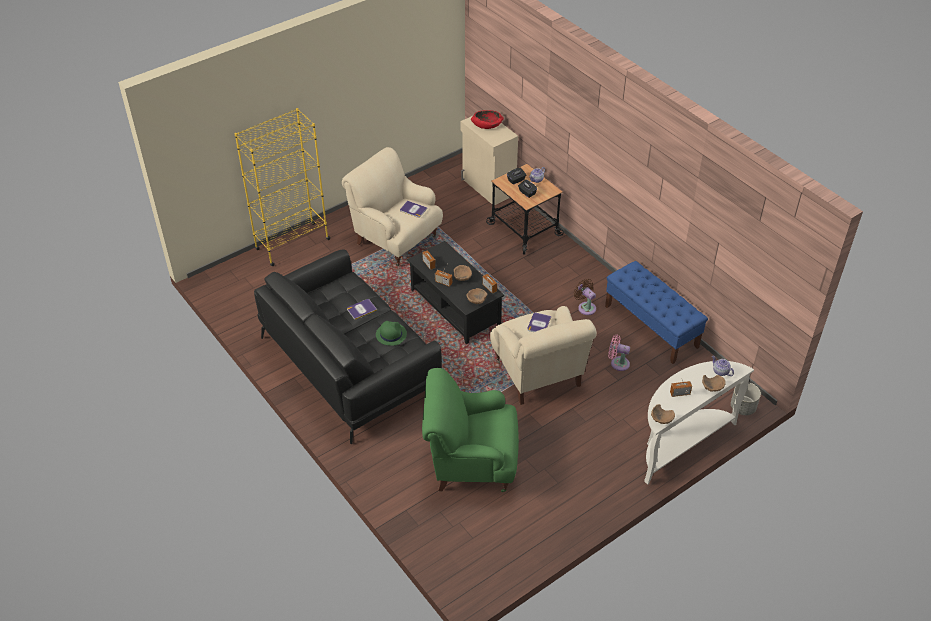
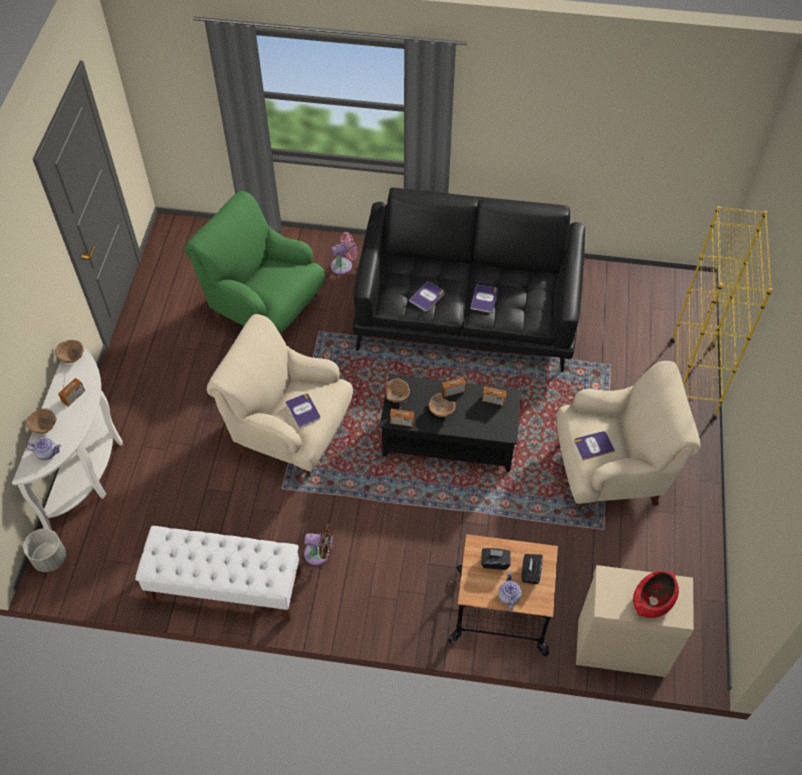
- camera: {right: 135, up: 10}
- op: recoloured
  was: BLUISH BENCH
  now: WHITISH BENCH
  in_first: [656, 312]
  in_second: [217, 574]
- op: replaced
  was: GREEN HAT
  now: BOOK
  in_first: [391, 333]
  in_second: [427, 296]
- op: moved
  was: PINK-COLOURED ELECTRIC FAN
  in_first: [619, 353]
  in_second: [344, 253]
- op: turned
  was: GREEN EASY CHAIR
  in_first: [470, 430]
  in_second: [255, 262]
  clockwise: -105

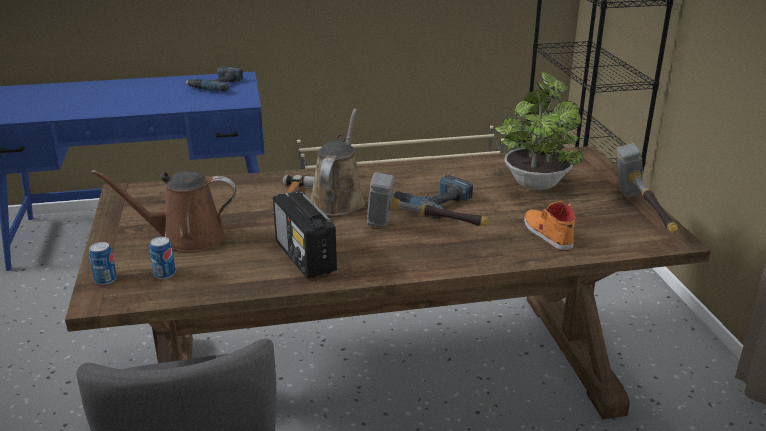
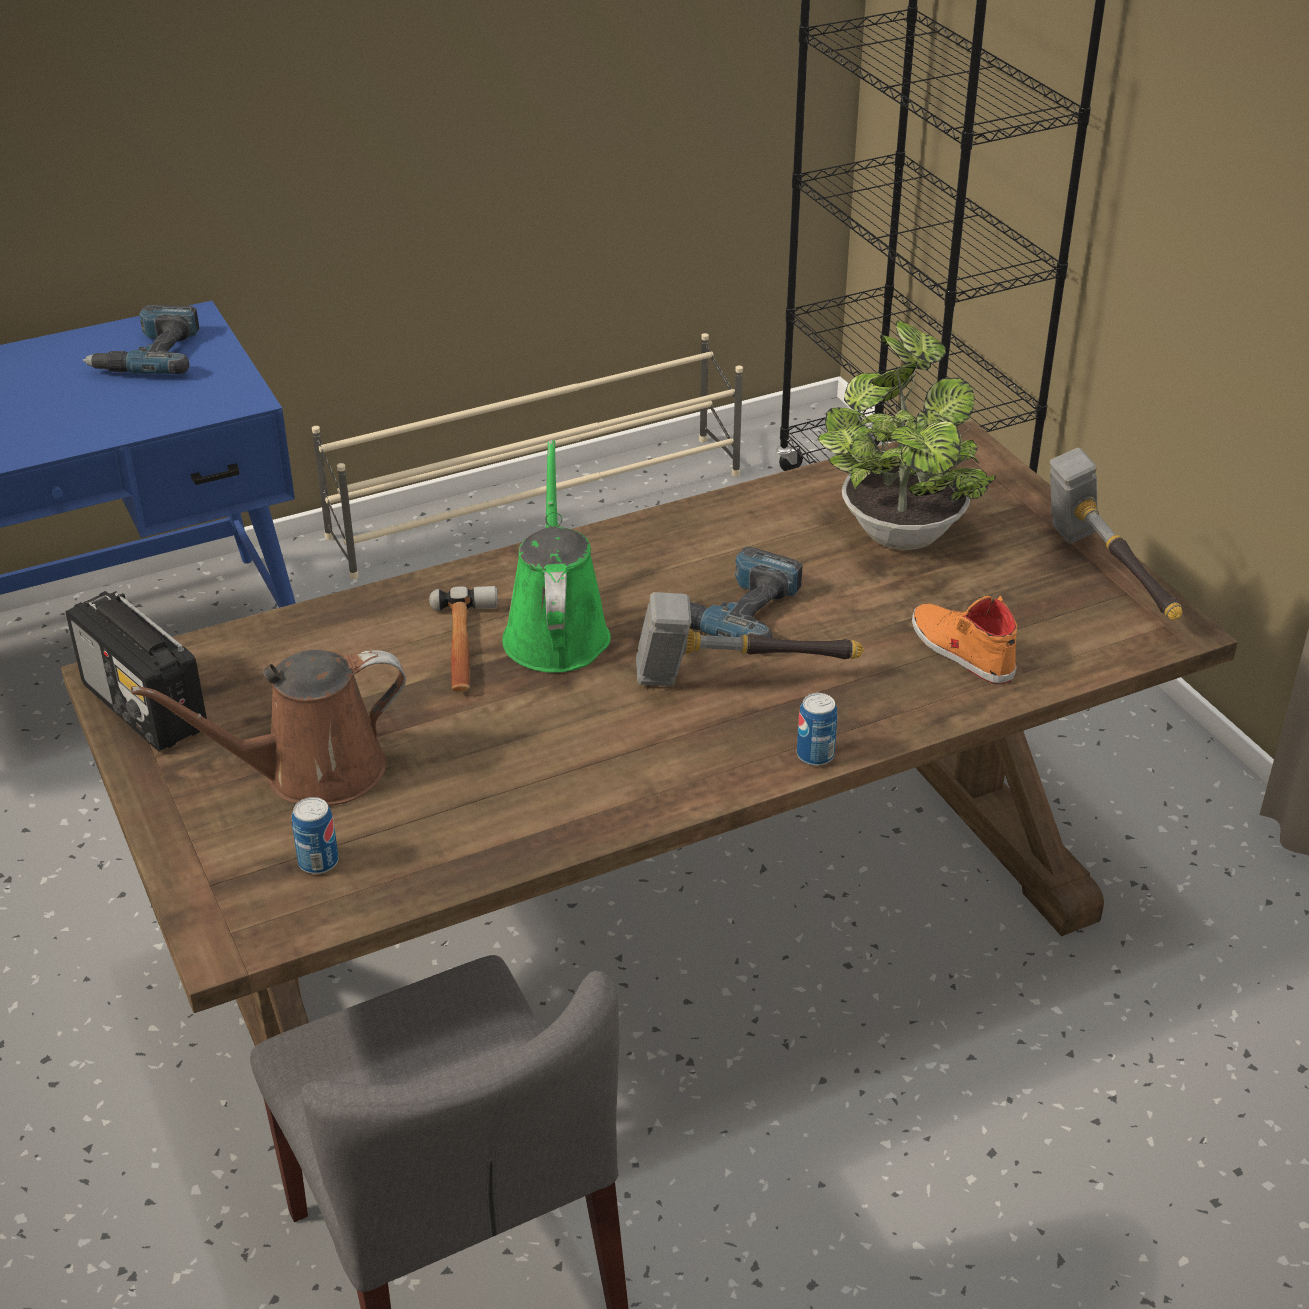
- camera: {right: -15, up: 10}
- op: recoloured
  was: BROWN-COLOURED SPRINKLING CAN
  now: GREEN SPRINKLING CAN
  in_first: [337, 162]
  in_second: [556, 556]
- op: moved
  was: RADIO RECEIVER
  in_first: [305, 234]
  in_second: [136, 671]
- op: moved
  was: CAN
  in_first: [103, 263]
  in_second: [817, 729]

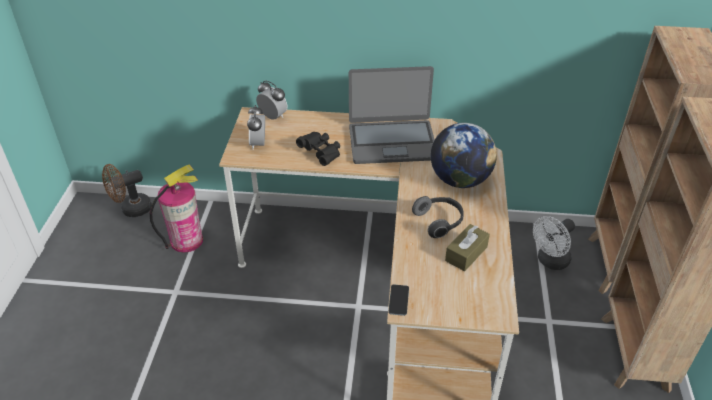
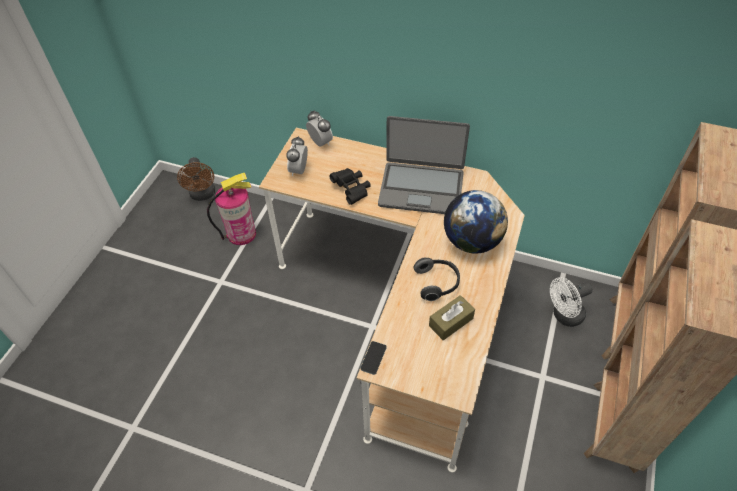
- camera: {right: 15, up: 10}
- op: turned
  was: BROWN-COLOURED ELECTRIC FAN
  in_first: [127, 190]
  in_second: [196, 179]
  clockwise: -90

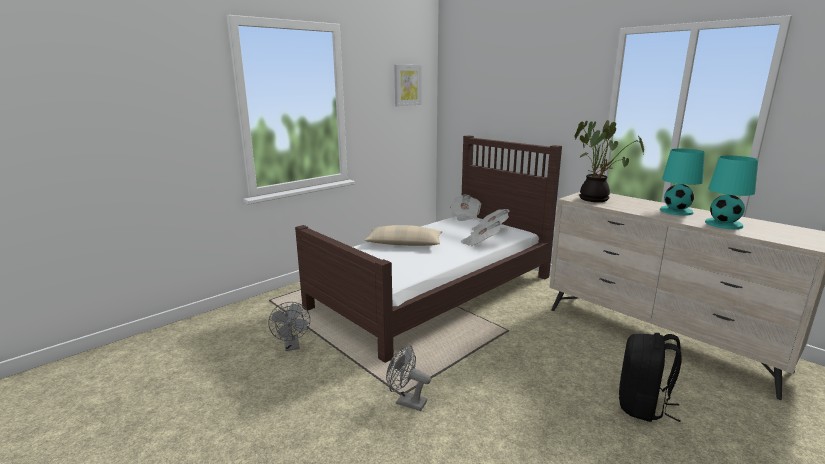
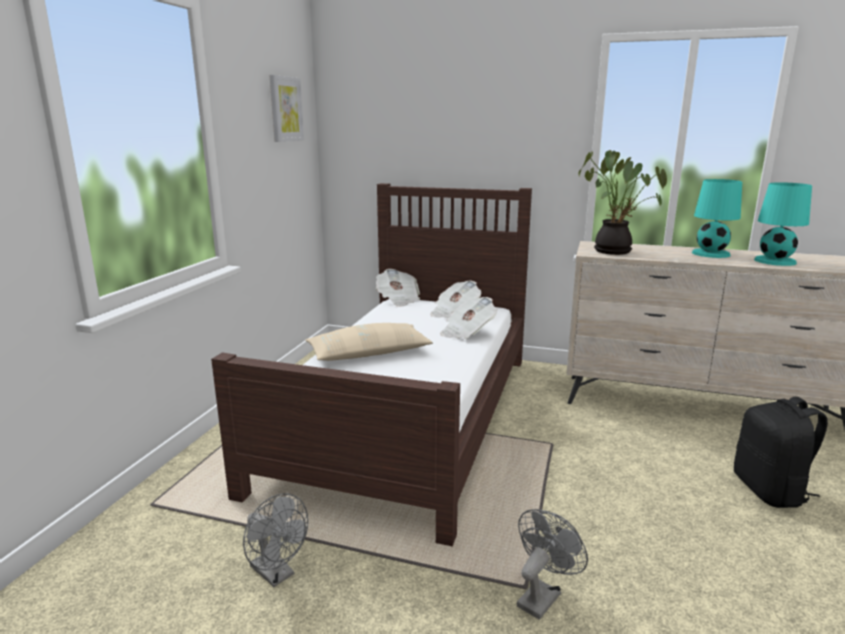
- camera: {right: -30, up: 0}
- op: turned
  was: GREY ELECTRIC FAN
  in_first: [408, 378]
  in_second: [552, 564]
  clockwise: 135

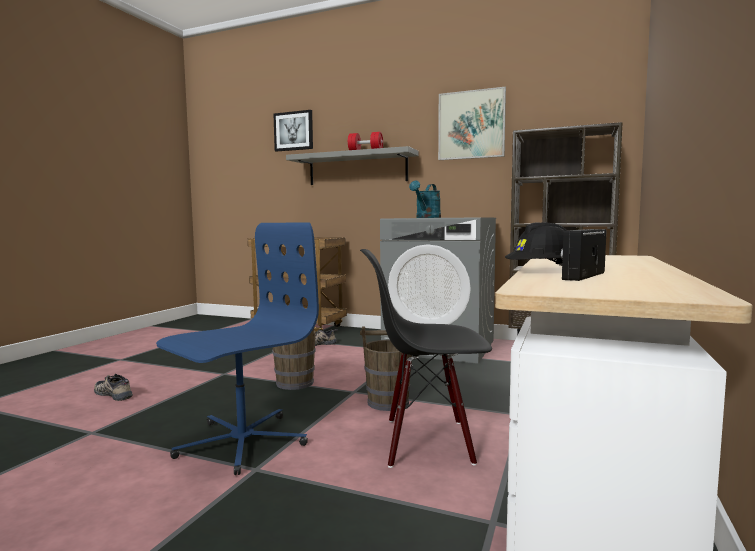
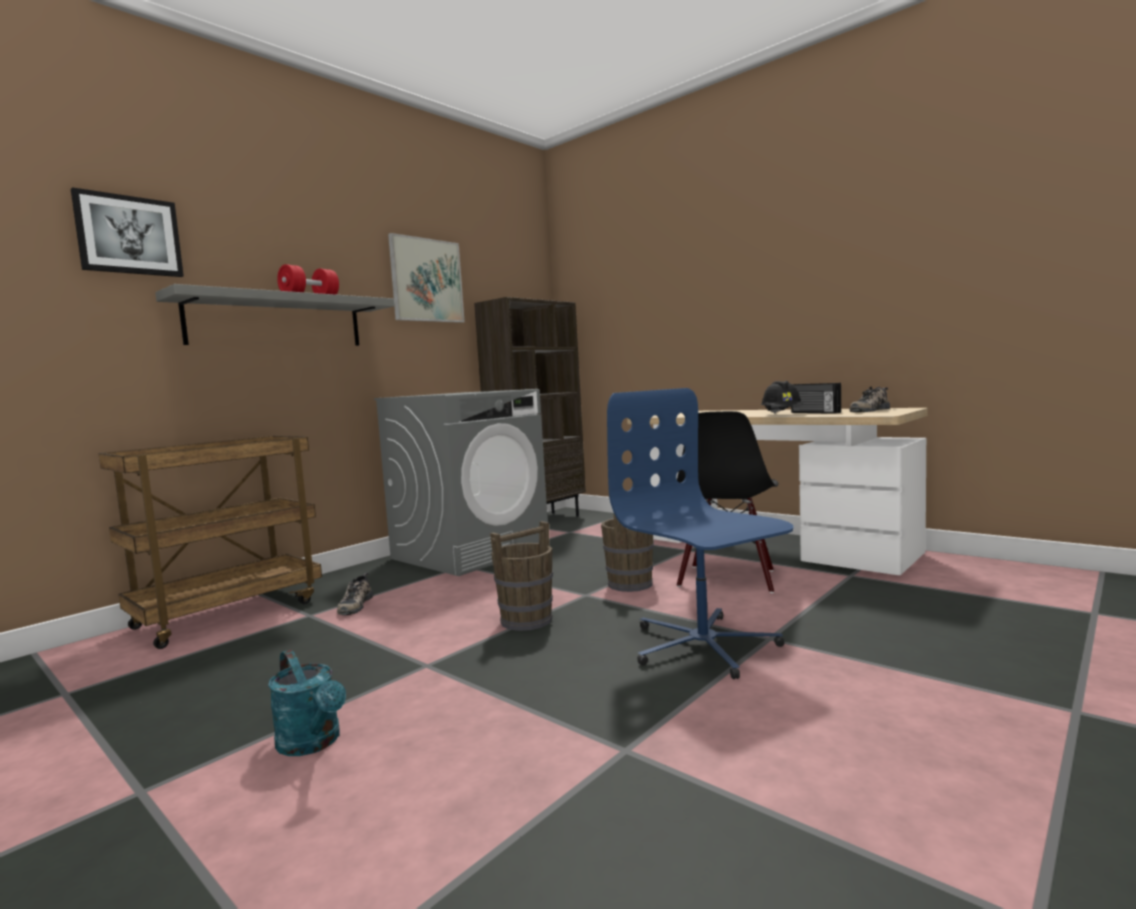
- camera: {right: -70, up: 0}
- op: moved
  was: BLUE-GREEN SPRINKLING CAN
  in_first: [425, 199]
  in_second: [307, 702]
- op: moved
  was: SHOE
  in_first: [113, 387]
  in_second: [870, 399]

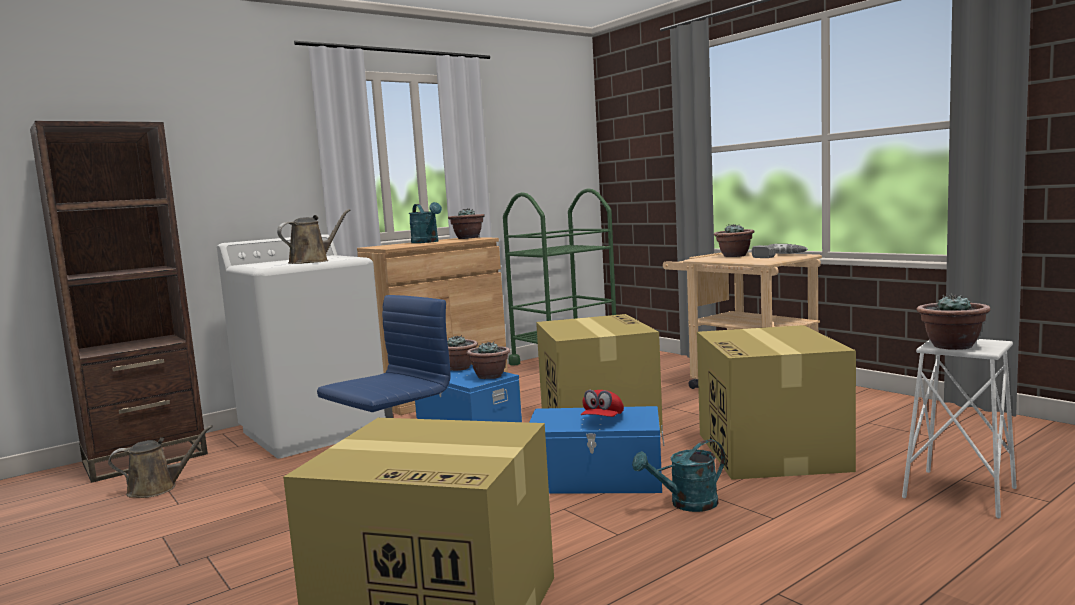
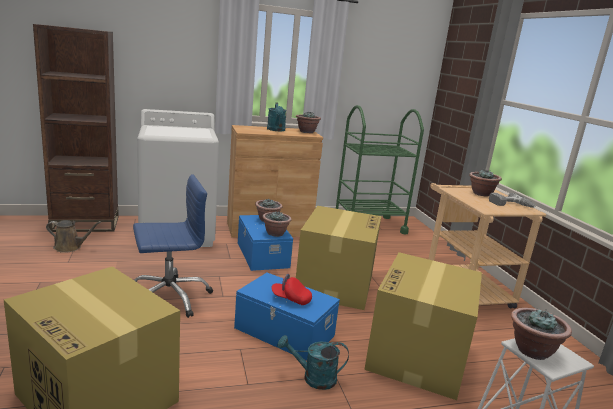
- camera: {right: 20, up: 10}
- op: removed
  was: BROWN-COLOURED SPRINKLING CAN
  in_first: [313, 236]
- op: turned
  was: RED-COLOURED CAP
  in_first: [602, 403]
  in_second: [291, 289]
  clockwise: 60

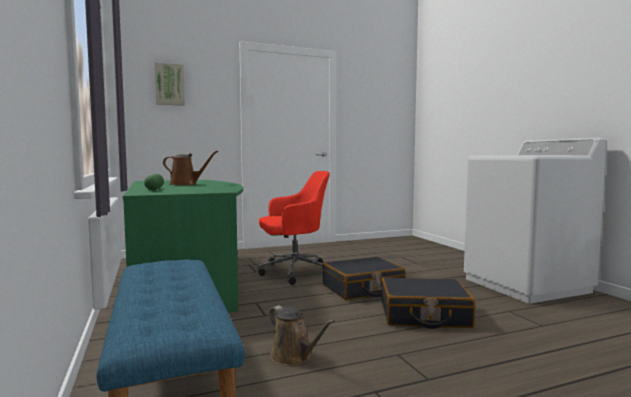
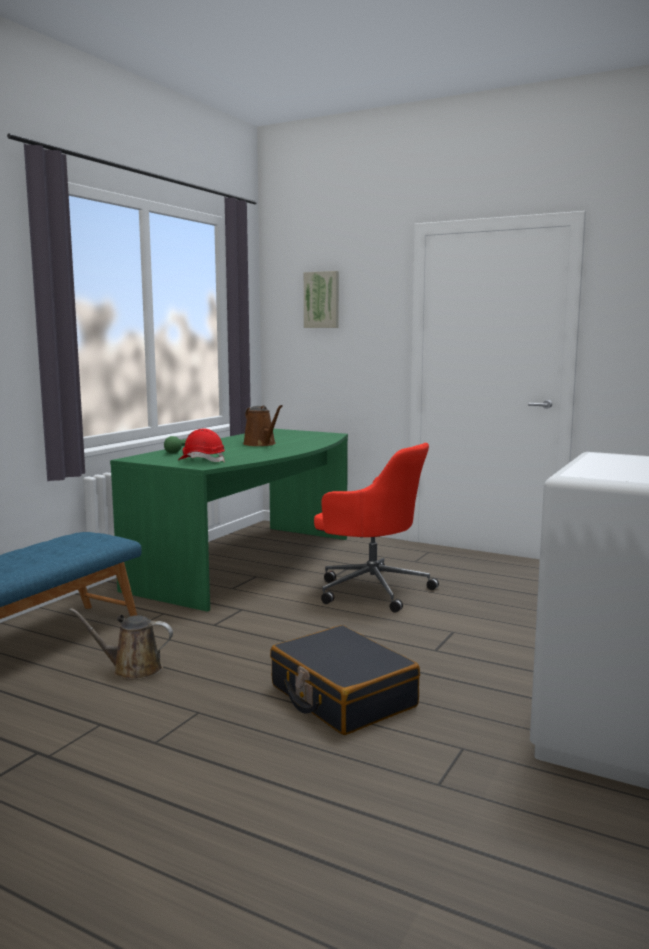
- camera: {right: 50, up: 5}
- op: removed
  was: BLACKISH TRAVEL CASE
  in_first: [364, 278]
- op: turned
  was: BROWN-COLOURED SPRINKLING CAN
  in_first: [302, 336]
  in_second: [121, 644]
  clockwise: 90
- op: added
  now: RED-COLOURED SAFETY HELMET
  in_second: [201, 445]

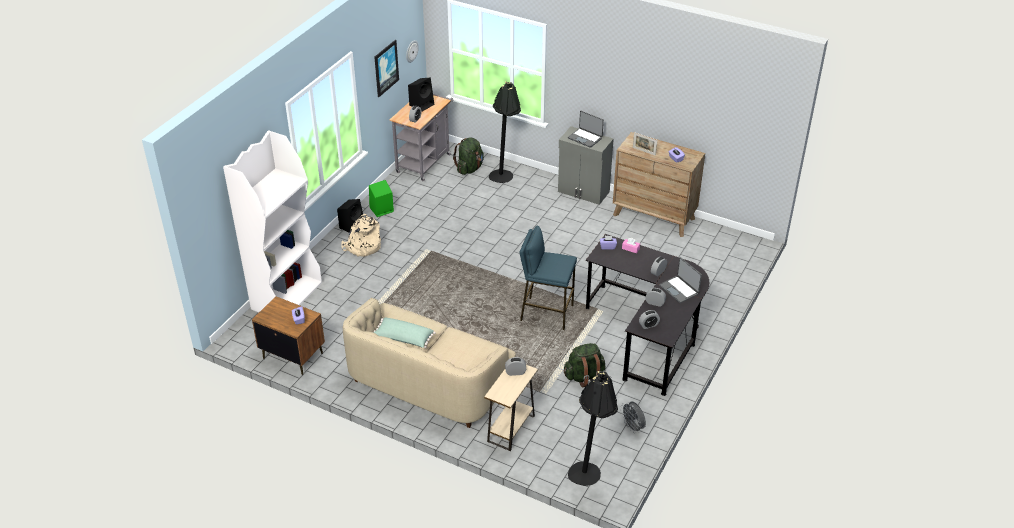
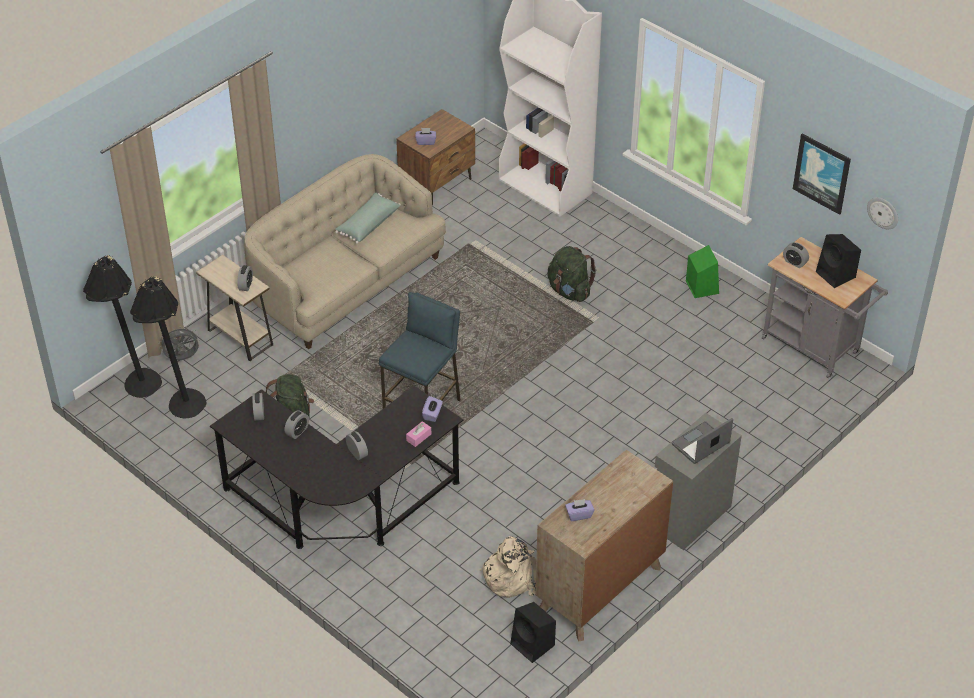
- camera: {right: 105, up: 5}
- op: moved
  was: BLACKISH STANDARD LAMP
  in_first: [505, 132]
  in_second: [168, 347]
- op: removed
  was: PICTURE FRAME
  in_first: [645, 144]
- op: moved
  was: GREEN RUCKSACK
  in_first: [468, 156]
  in_second: [571, 274]
- op: moved
  was: BLACKISH SPEAKER
  in_first: [350, 216]
  in_second: [533, 632]
- op: moved
  was: BEIGE RUCKSACK
  in_first: [361, 235]
  in_second: [508, 567]
- op: removed
  was: LAPTOP
  in_first: [680, 280]
- op: moved
  was: GREY ELECTRIC FAN
  in_first: [633, 417]
  in_second: [179, 343]

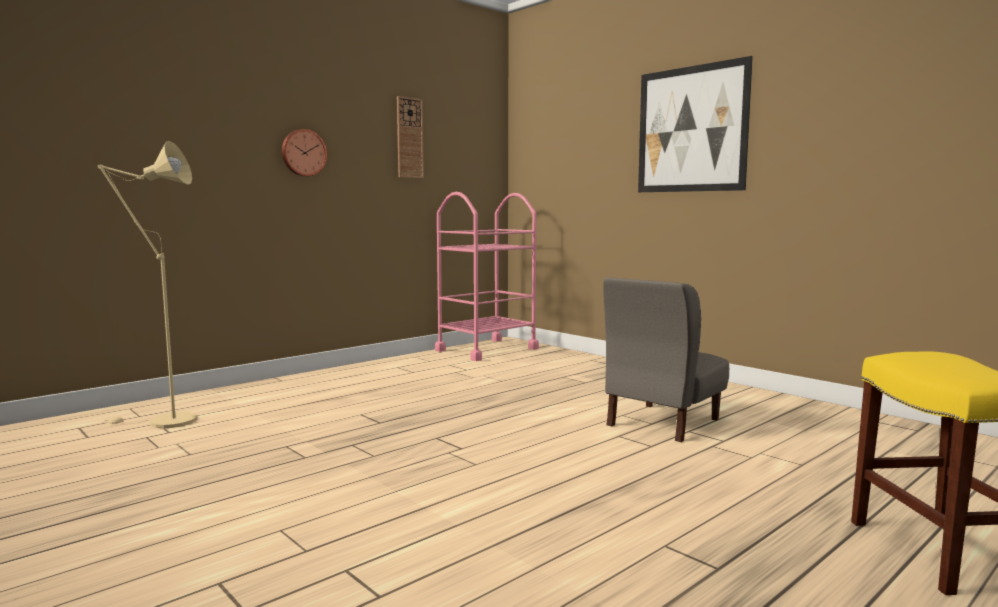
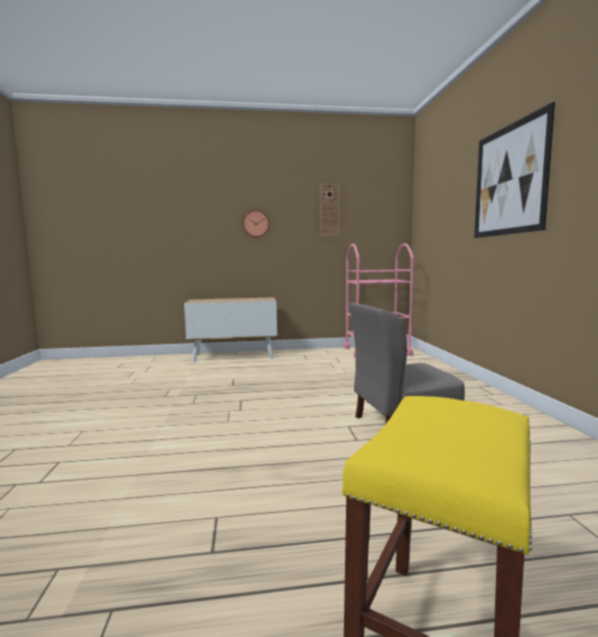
- camera: {right: 35, up: 0}
- op: removed
  was: BEIGE STANDARD LAMP
  in_first: [148, 284]
- op: added
  now: CABINET
  in_second: [230, 329]

